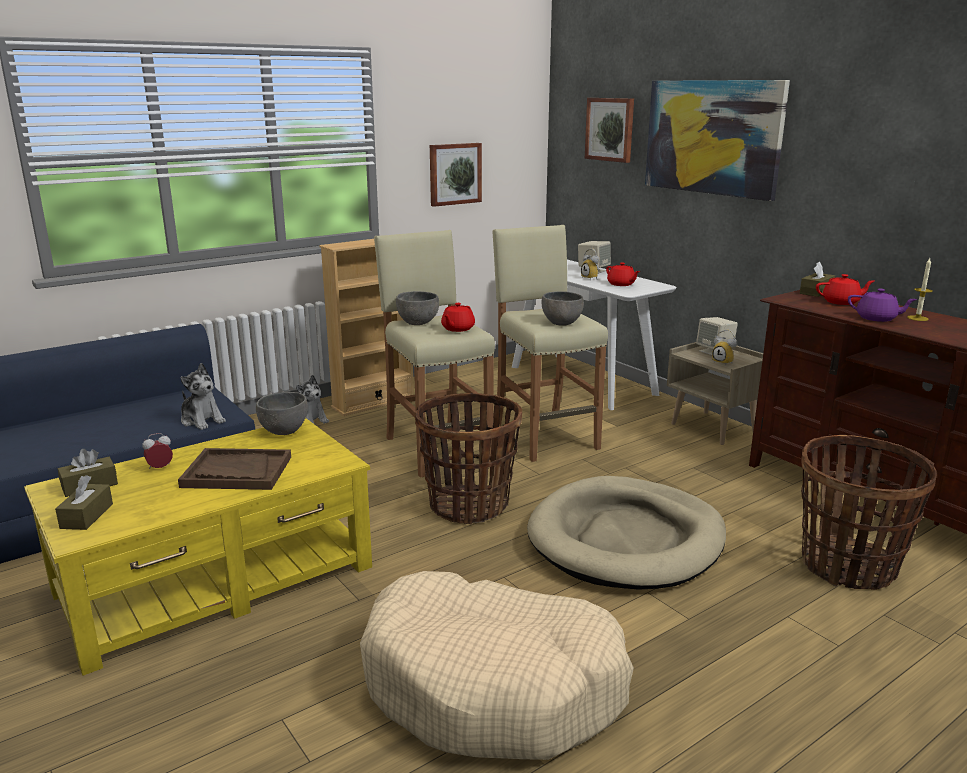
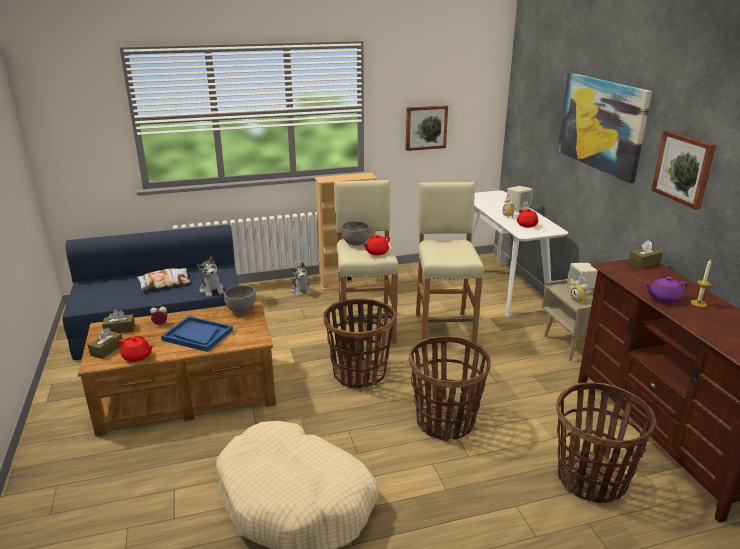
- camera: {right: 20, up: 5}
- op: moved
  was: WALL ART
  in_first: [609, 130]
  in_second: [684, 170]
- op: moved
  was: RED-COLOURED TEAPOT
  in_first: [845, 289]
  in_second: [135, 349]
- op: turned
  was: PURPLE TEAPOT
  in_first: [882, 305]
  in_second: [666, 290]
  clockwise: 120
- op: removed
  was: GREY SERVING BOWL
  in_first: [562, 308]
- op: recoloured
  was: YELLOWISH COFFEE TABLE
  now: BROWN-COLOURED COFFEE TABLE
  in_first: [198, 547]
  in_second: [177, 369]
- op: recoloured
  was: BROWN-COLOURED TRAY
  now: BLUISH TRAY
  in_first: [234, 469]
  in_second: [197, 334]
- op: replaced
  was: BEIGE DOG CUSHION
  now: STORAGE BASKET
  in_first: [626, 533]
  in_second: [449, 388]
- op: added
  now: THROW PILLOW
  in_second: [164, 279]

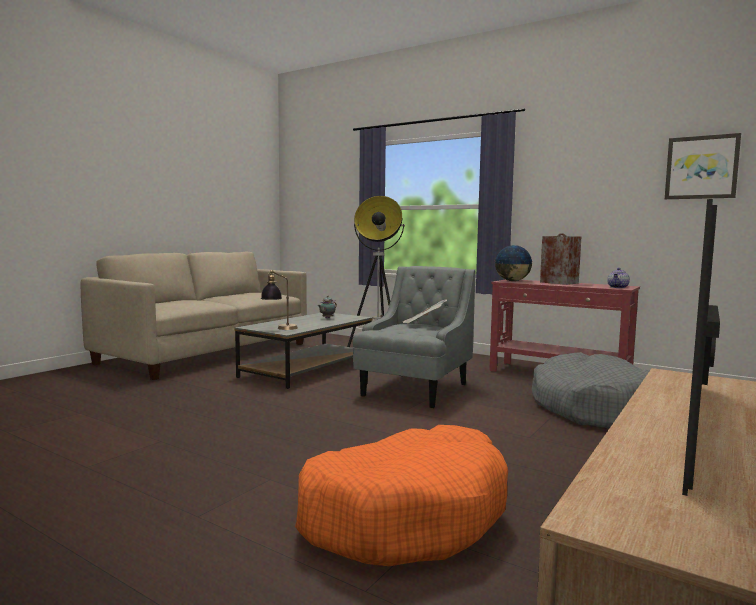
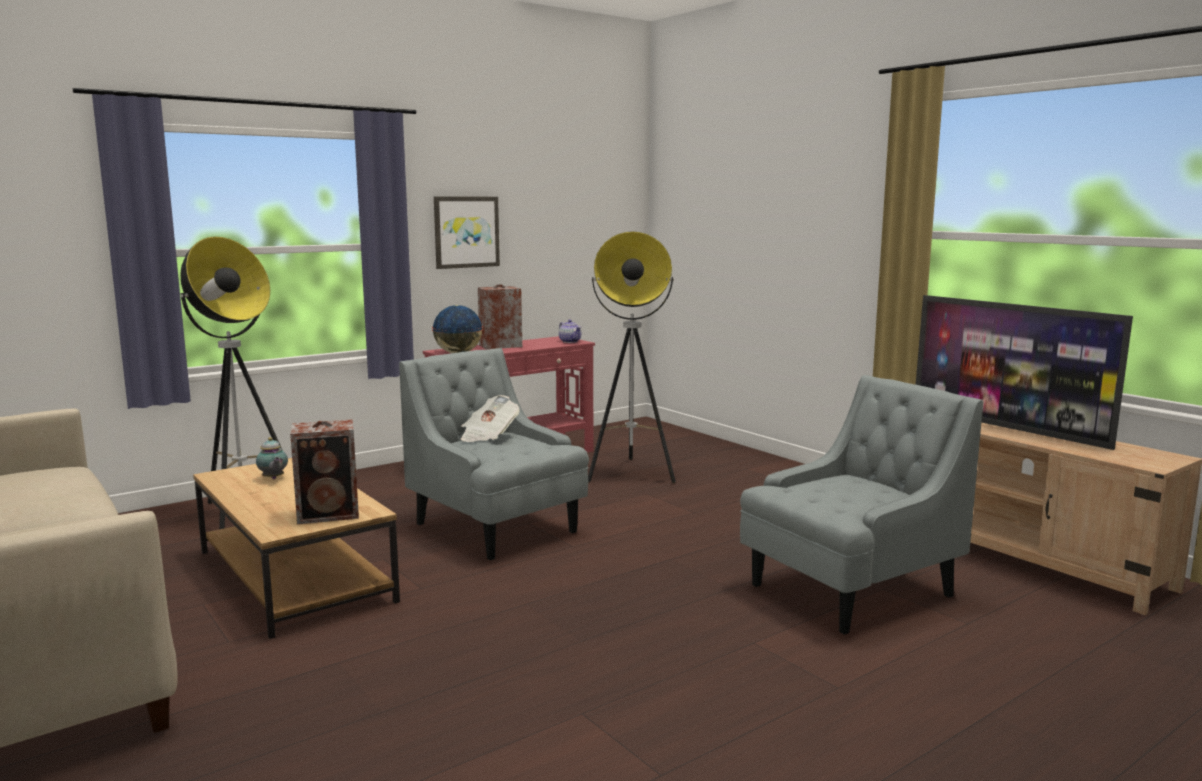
- camera: {right: -70, up: 5}
- op: moved
  was: WALL ART
  in_first: [703, 166]
  in_second: [467, 232]
- op: replaced
  was: TABLETOP LAMP
  now: SPEAKER
  in_first: [279, 300]
  in_second: [324, 471]
- op: recoloured
  was: GREY COFFEE TABLE
  now: BROWN-COLOURED COFFEE TABLE
  in_first: [303, 351]
  in_second: [296, 548]
- op: replaced
  was: GREY DOG CUSHION
  now: STANDARD LAMP
  in_first: [590, 390]
  in_second: [632, 357]
- op: replaced
  was: ORANGE DOG CUSHION
  now: GREY EASY CHAIR
  in_first: [401, 495]
  in_second: [861, 505]

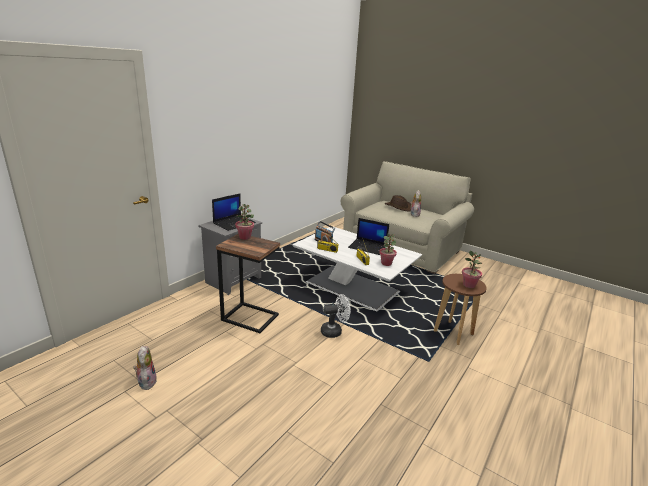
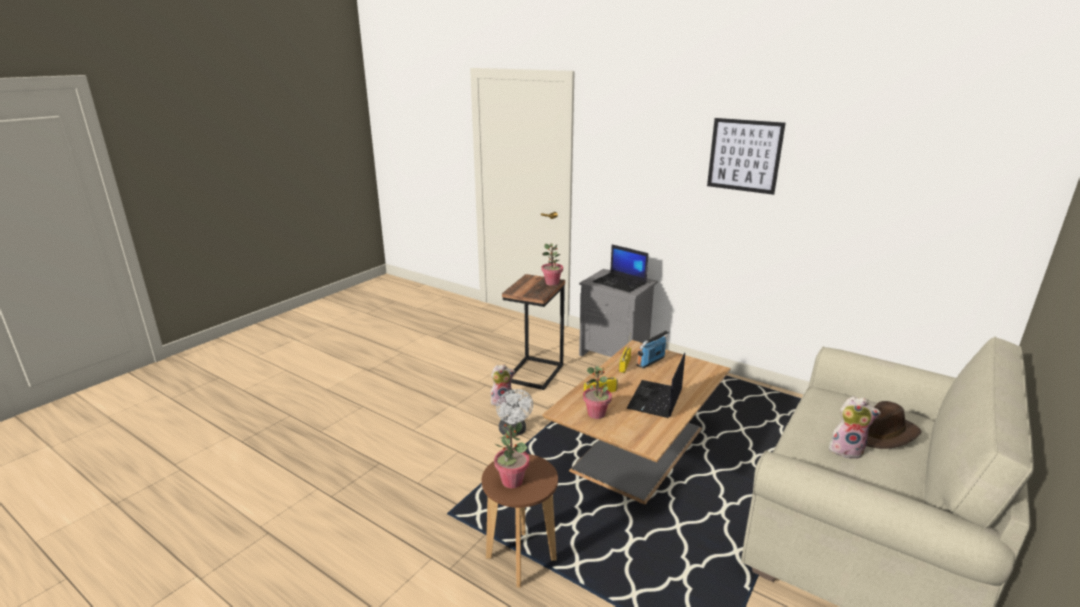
- camera: {right: 90, up: 0}
- op: recoloured
  was: WHITISH COFFEE TABLE
  now: BROWN-COLOURED COFFEE TABLE
  in_first: [357, 268]
  in_second: [636, 422]
- op: moved
  was: SOFT TOY
  in_first: [145, 368]
  in_second: [502, 385]
- op: added
  now: WALL ART
  in_second: [746, 156]

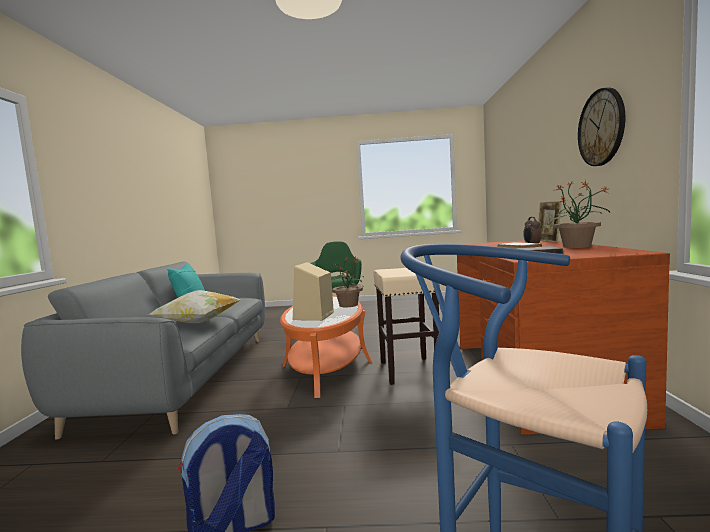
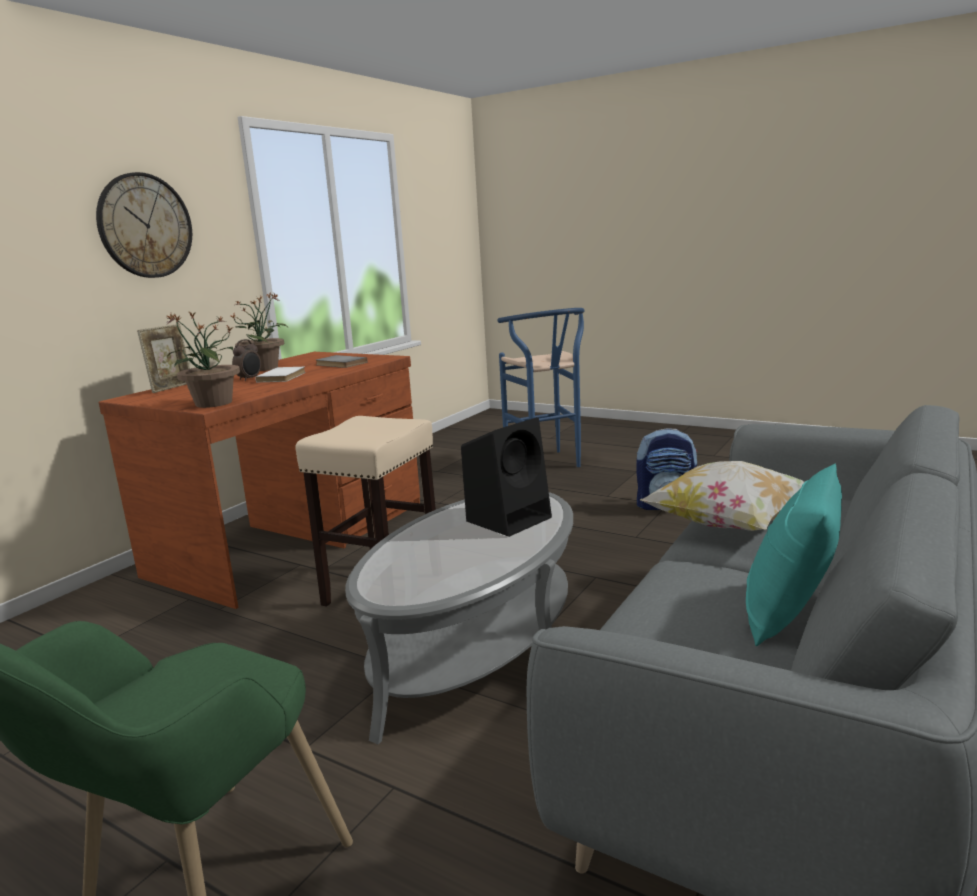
- camera: {right: -150, up: 10}
- op: moved
  was: PLANT IN A POT
  in_first: [347, 282]
  in_second: [203, 359]
- op: recoloured
  was: BEIGE SPEAKER
  now: BLACKISH SPEAKER
  in_first: [313, 291]
  in_second: [506, 477]
- op: recoloured
  was: ORANGE COFFEE TABLE
  now: GREY COFFEE TABLE
  in_first: [326, 347]
  in_second: [459, 618]

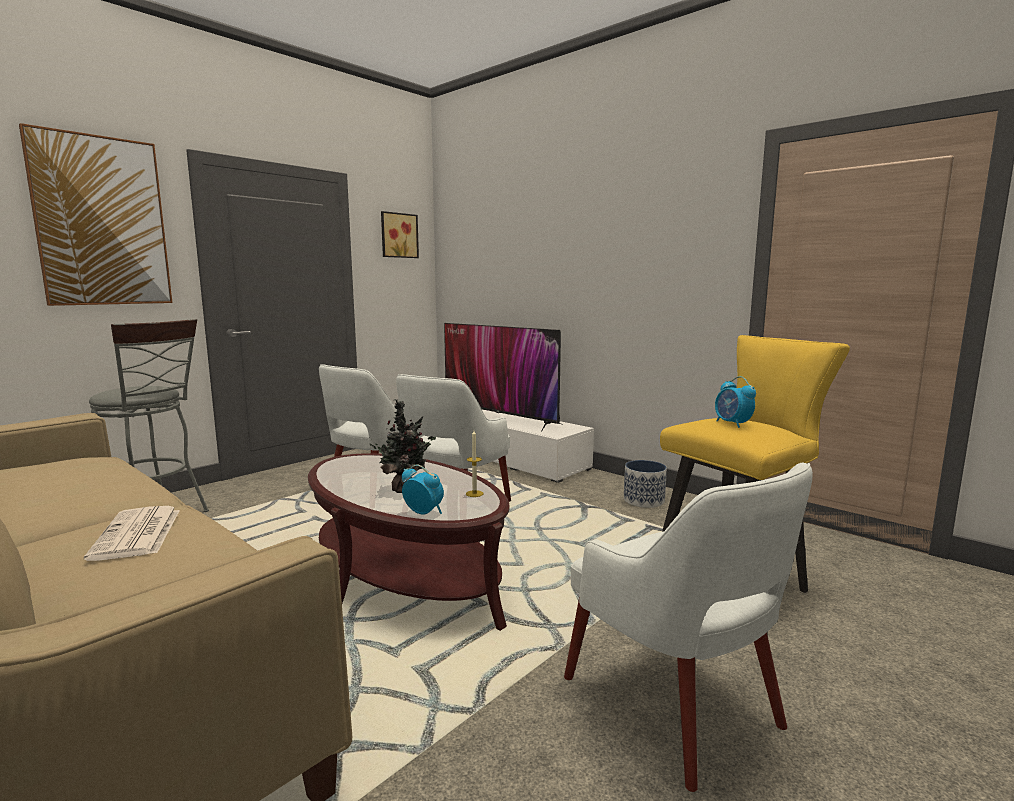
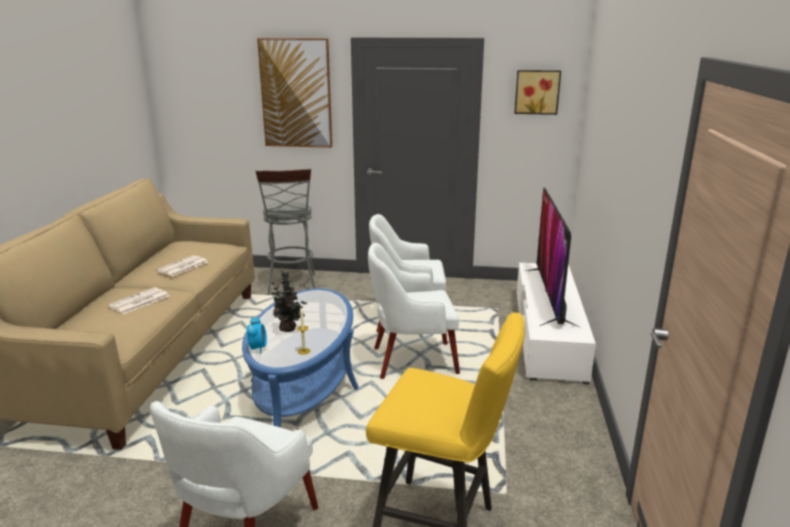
- camera: {right: 55, up: 10}
- op: removed
  was: ALARM CLOCK
  in_first: [735, 402]
- op: recoloured
  was: BROWN-COLOURED COFFEE TABLE
  now: BLUISH COFFEE TABLE
  in_first: [409, 542]
  in_second: [300, 357]
- op: removed
  was: PLANT POT
  in_first: [645, 484]
- op: added
  now: DAILY PAPER
  in_second: [182, 266]

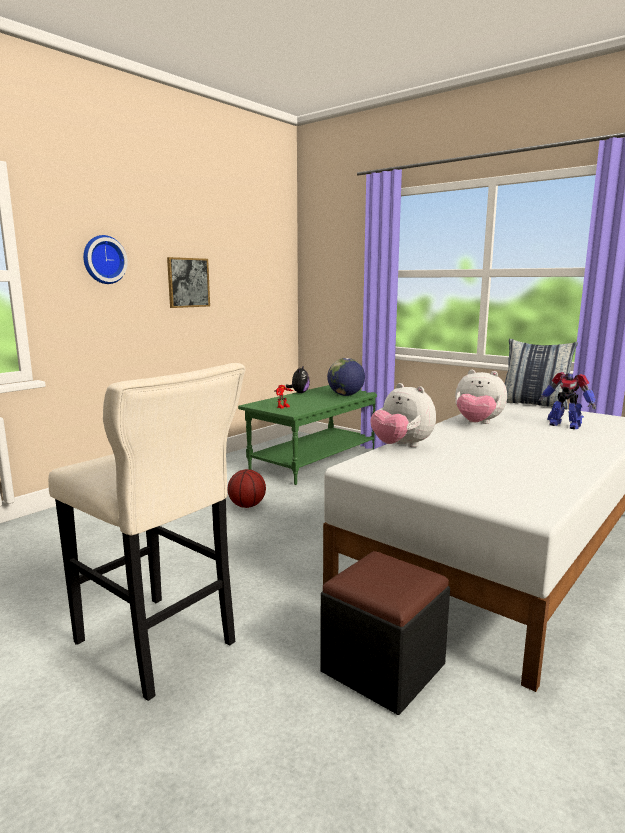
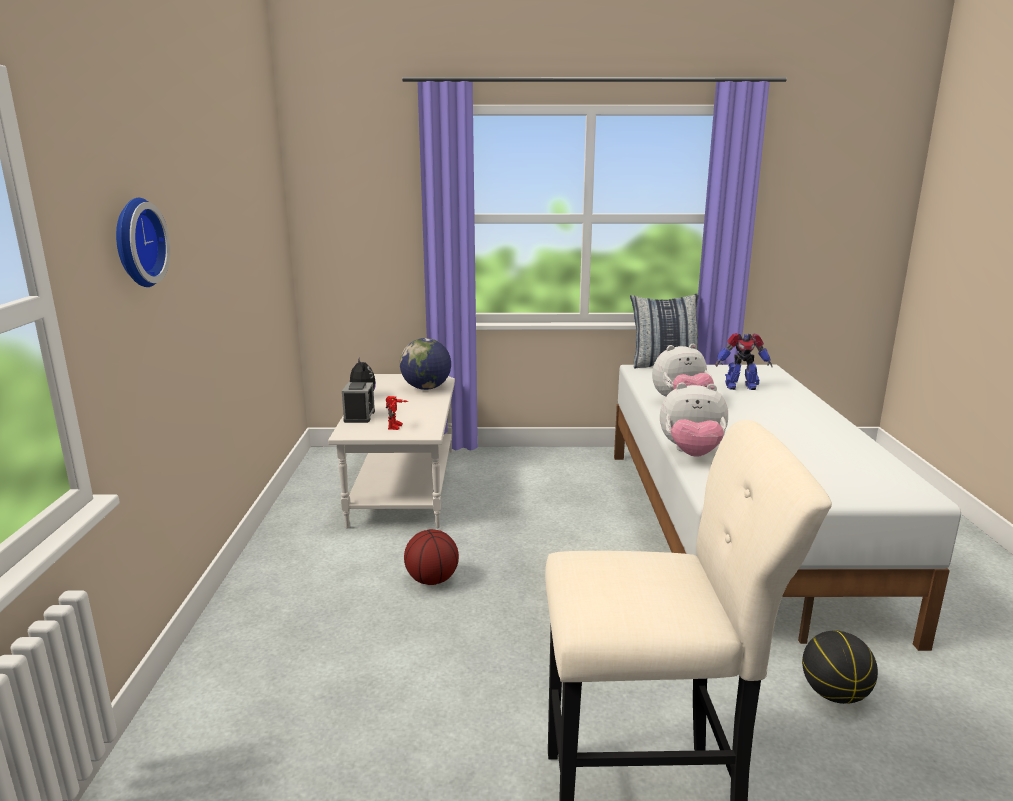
- camera: {right: -40, up: 5}
- op: removed
  was: WALL ART
  in_first: [188, 282]
- op: recoloured
  was: GREEN COFFEE TABLE
  now: WHITISH COFFEE TABLE
  in_first: [307, 435]
  in_second: [391, 451]
- op: replaced
  was: BLACKISH POUFFE
  now: BASKETBALL
  in_first: [385, 633]
  in_second: [840, 667]
- op: added
  now: ALARM CLOCK
  in_second: [358, 402]

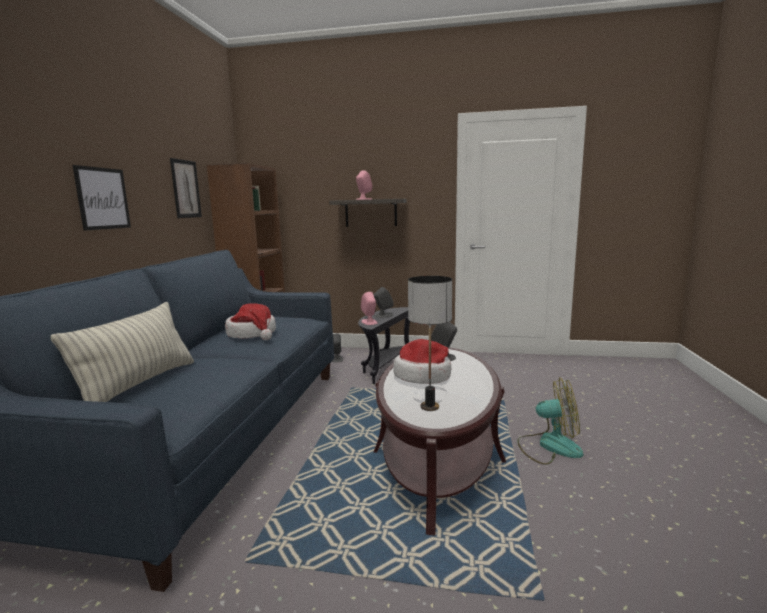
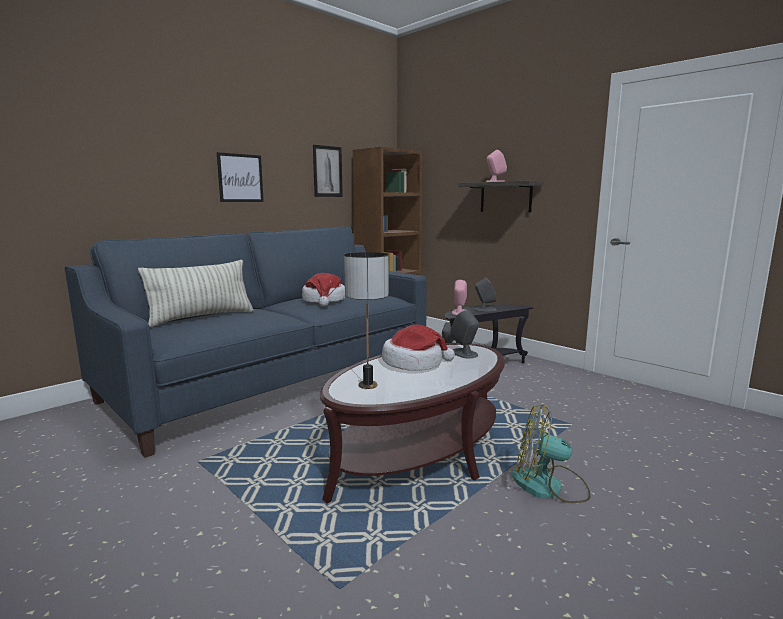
- camera: {right: 35, up: 0}
- op: turned
  was: ELECTRIC FAN
  in_first: [550, 421]
  in_second: [551, 453]
  clockwise: 150

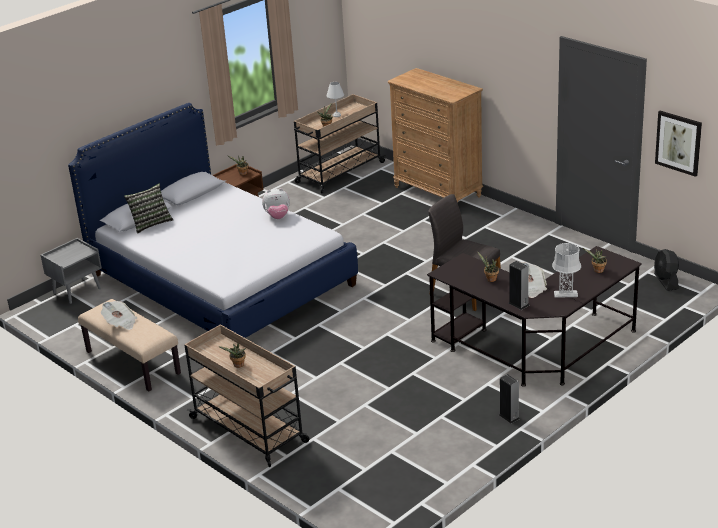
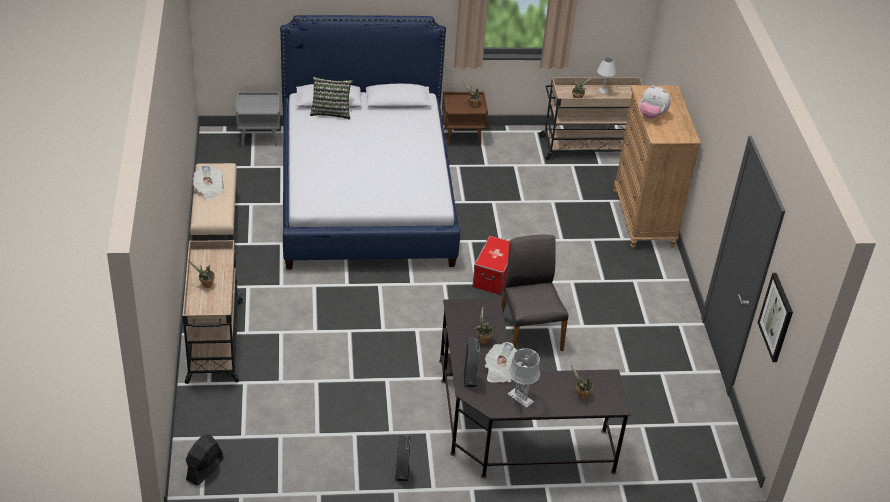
- camera: {right: 35, up: 10}
- op: moved
  was: SOFT TOY
  in_first: [276, 203]
  in_second: [655, 102]
- op: moved
  was: BLACKISH ELECTRIC FAN
  in_first: [666, 270]
  in_second: [205, 460]
- op: added
  now: STORAGE BOX
  in_second: [490, 265]

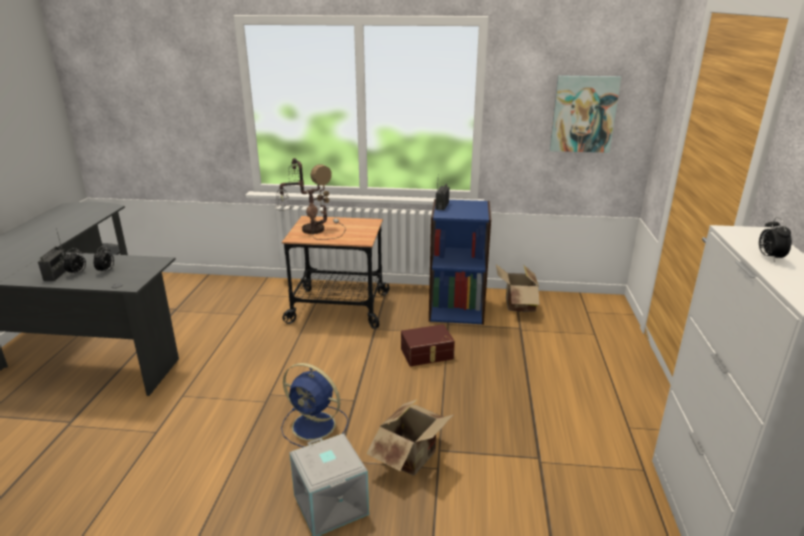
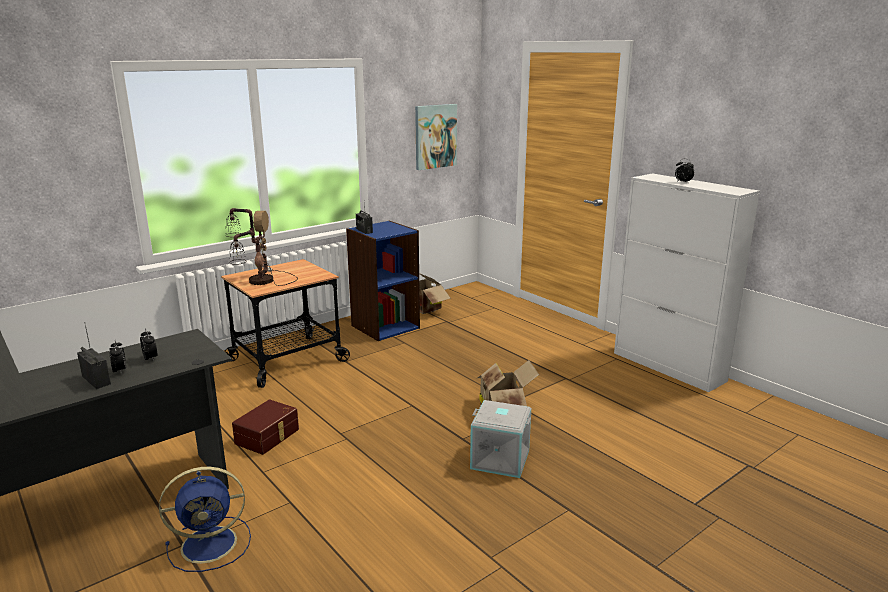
- camera: {right: -45, up: -5}
- op: moved
  was: BROWN-COLOURED STORAGE BOX
  in_first: [428, 345]
  in_second: [265, 427]
- op: moved
  was: BLUISH ELECTRIC FAN
  in_first: [314, 405]
  in_second: [205, 519]

